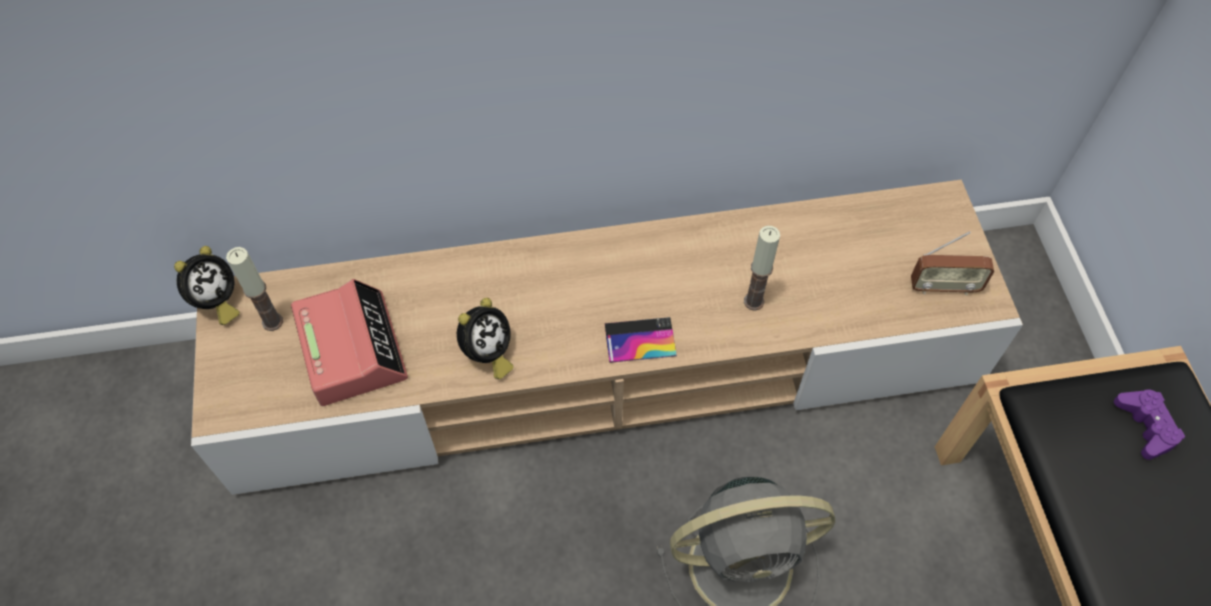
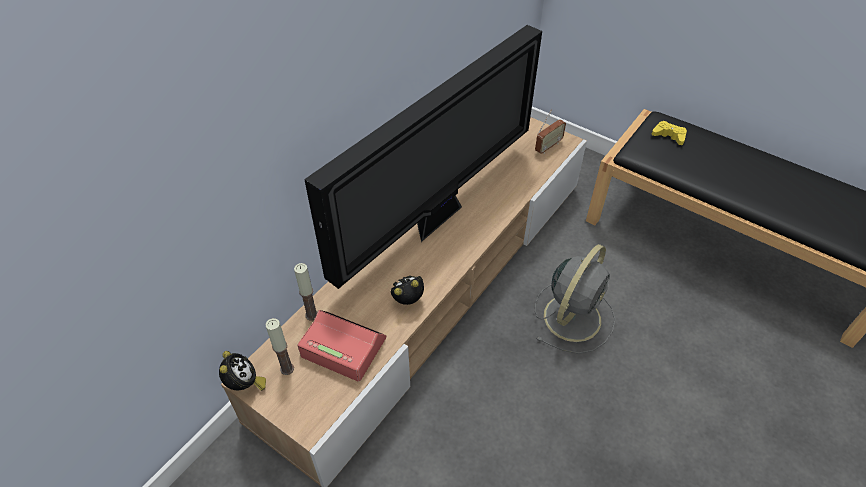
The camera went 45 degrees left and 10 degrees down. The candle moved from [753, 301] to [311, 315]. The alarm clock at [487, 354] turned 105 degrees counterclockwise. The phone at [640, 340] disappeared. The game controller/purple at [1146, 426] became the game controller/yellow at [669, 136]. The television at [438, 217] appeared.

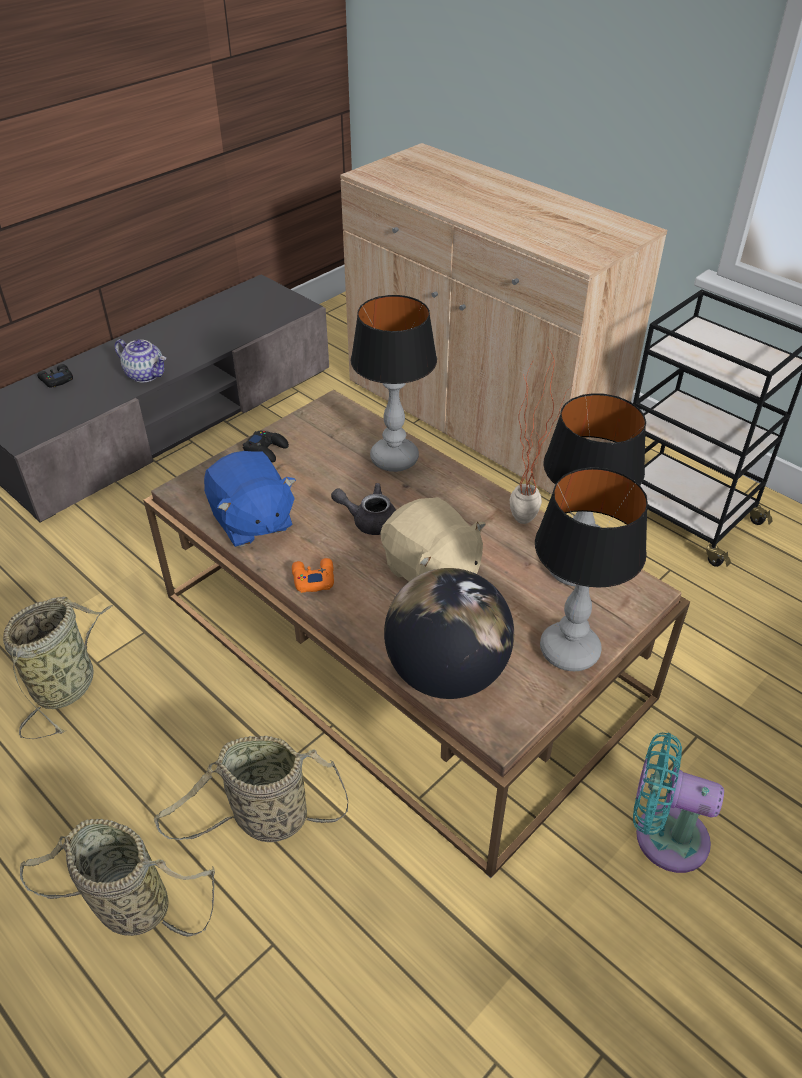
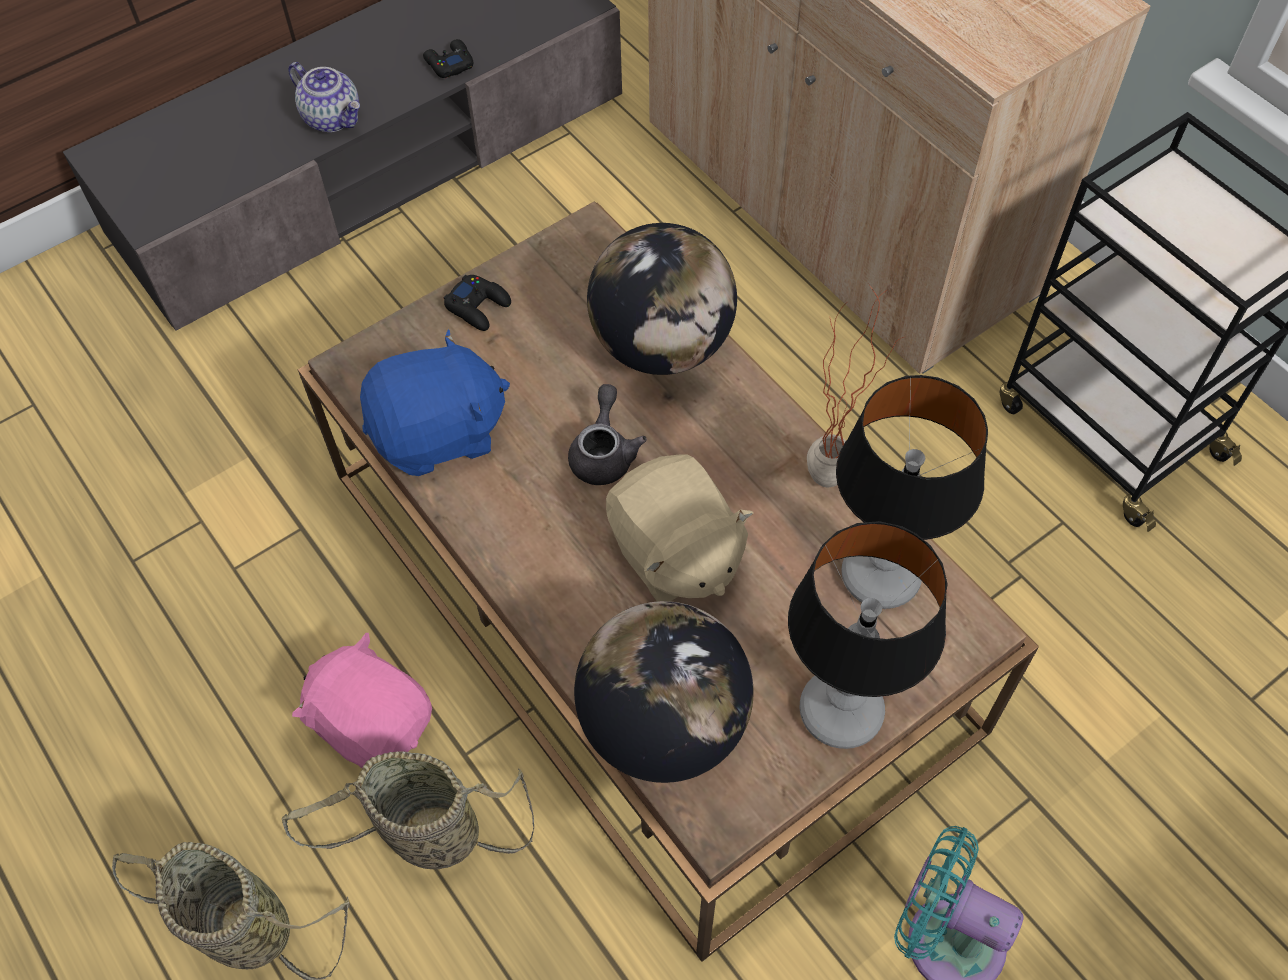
The camera went 10 degrees right and 15 degrees up. The table lamp at [395, 459] was replaced by the globe at [662, 345]. The game controller/black moved from [56, 380] to [449, 63]. The plush toy/blue at [251, 522] turned 90 degrees counterclockwise. The teapot/grey at [369, 520] turned 75 degrees clockwise. The game controller/orange at [313, 578] disappeared. The basket at [67, 684] disappeared. The plush toy/pink at [373, 722] appeared.

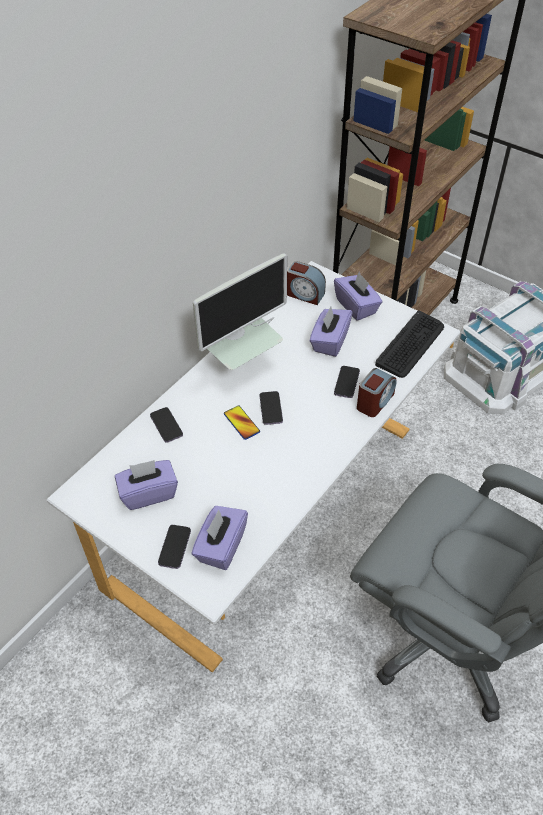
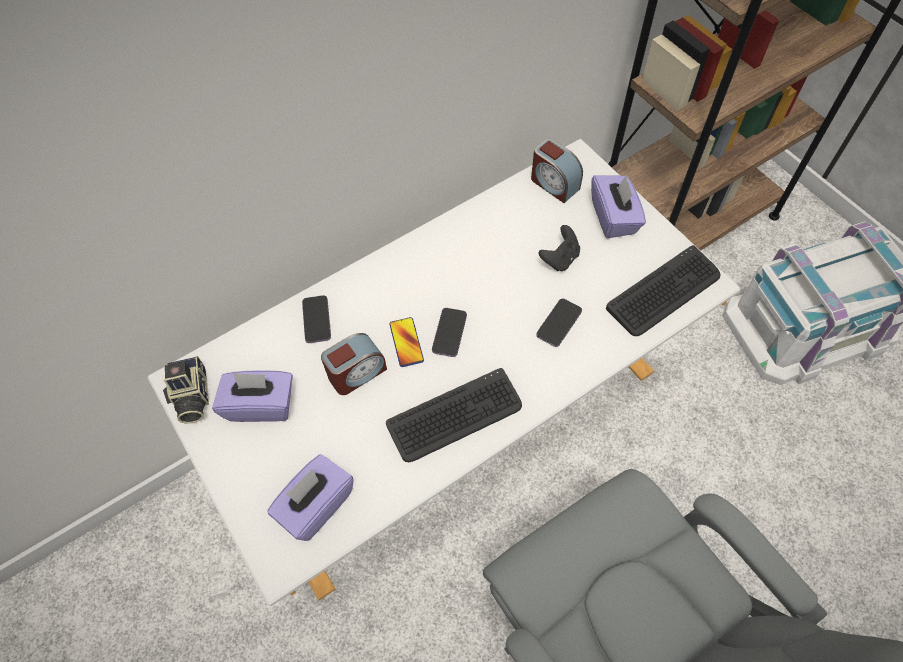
The camera went 20 degrees right and 10 degrees up. The monitor at [241, 363] disappeared. The tissue box/purple at [329, 341] was replaced by the game controller/black at [560, 259]. The alarm clock moved from [375, 401] to [357, 373]. The phone at [174, 547] disappeared. The photo camera at [191, 397] appeared. The keyboard at [455, 416] appeared.

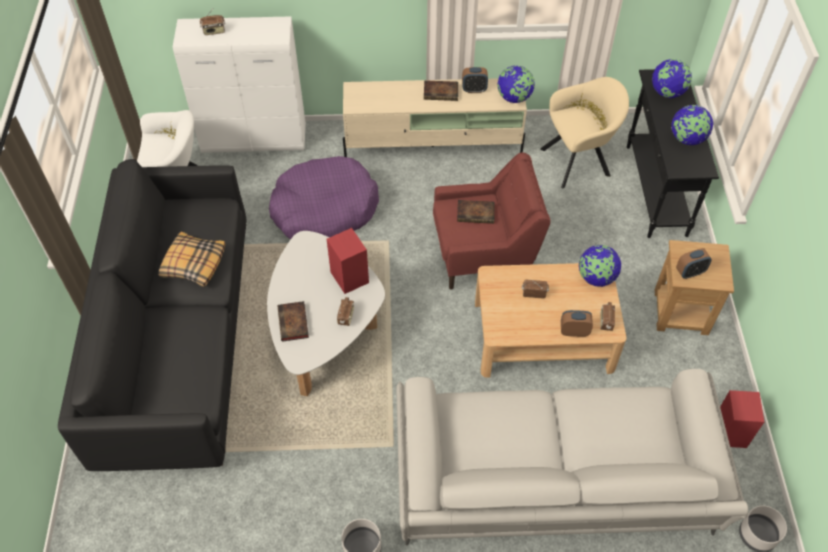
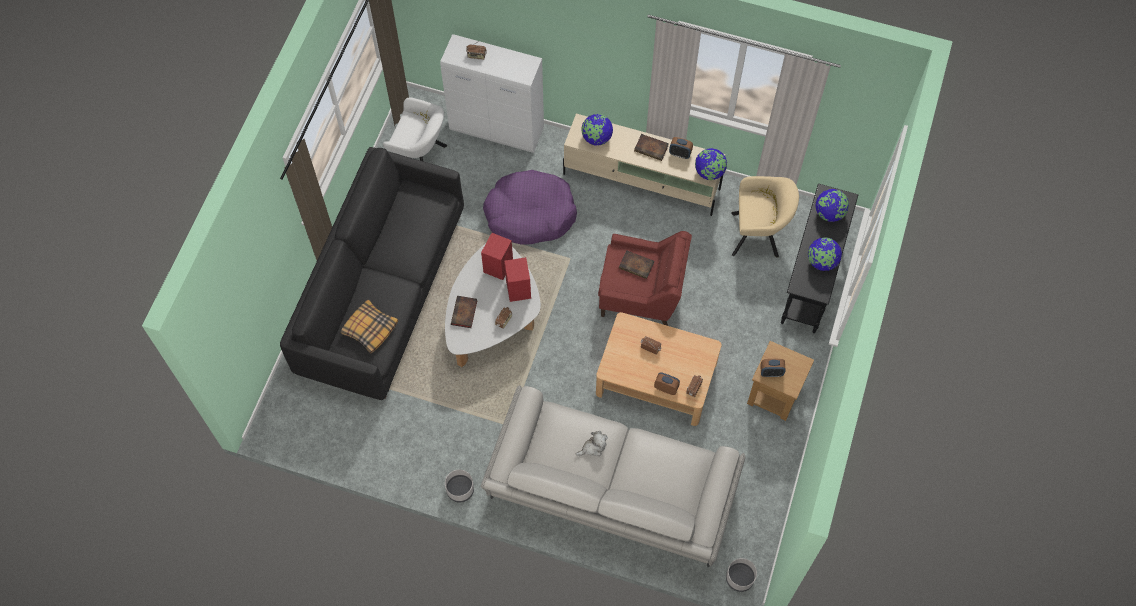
The camera went 20 degrees right and 10 degrees up. The pillow moved from [193, 264] to [369, 329]. The globe moved from [596, 278] to [596, 138]. The speaker/red moved from [730, 431] to [498, 265]. The plush toy at [593, 447] appeared.

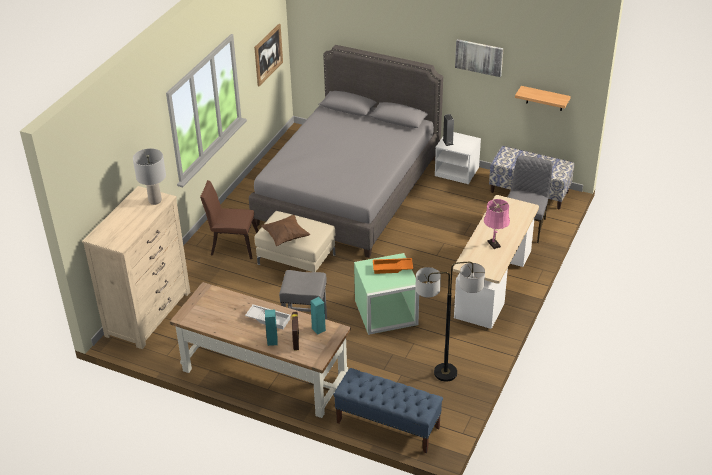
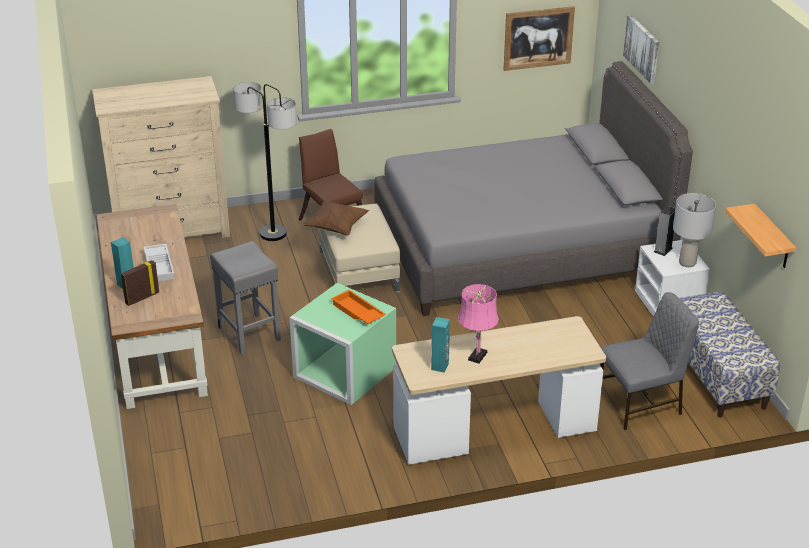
The camera went 50 degrees right and 5 degrees down. The picture moved from [479, 57] to [642, 48]. The table lamp/grey moved from [155, 200] to [687, 262]. The floor lamp moved from [445, 373] to [273, 233]. The speaker/turquoise moved from [318, 329] to [440, 366]. The bench/blue at [387, 425] disappeared.

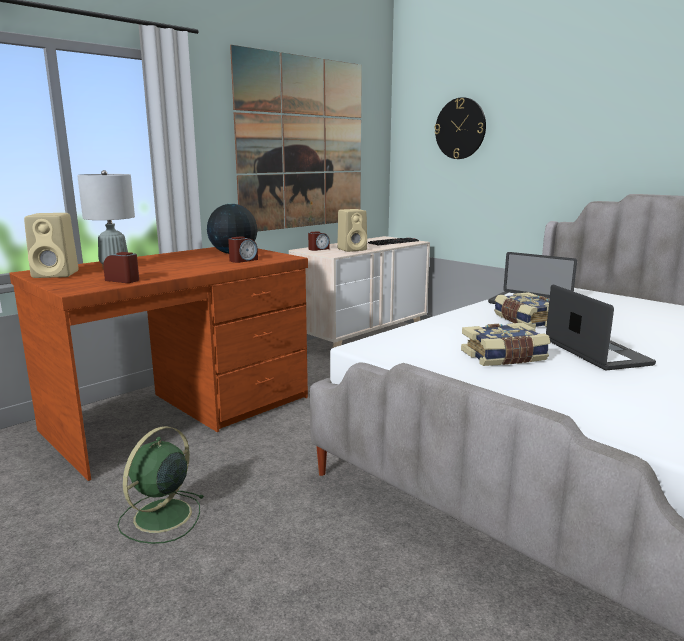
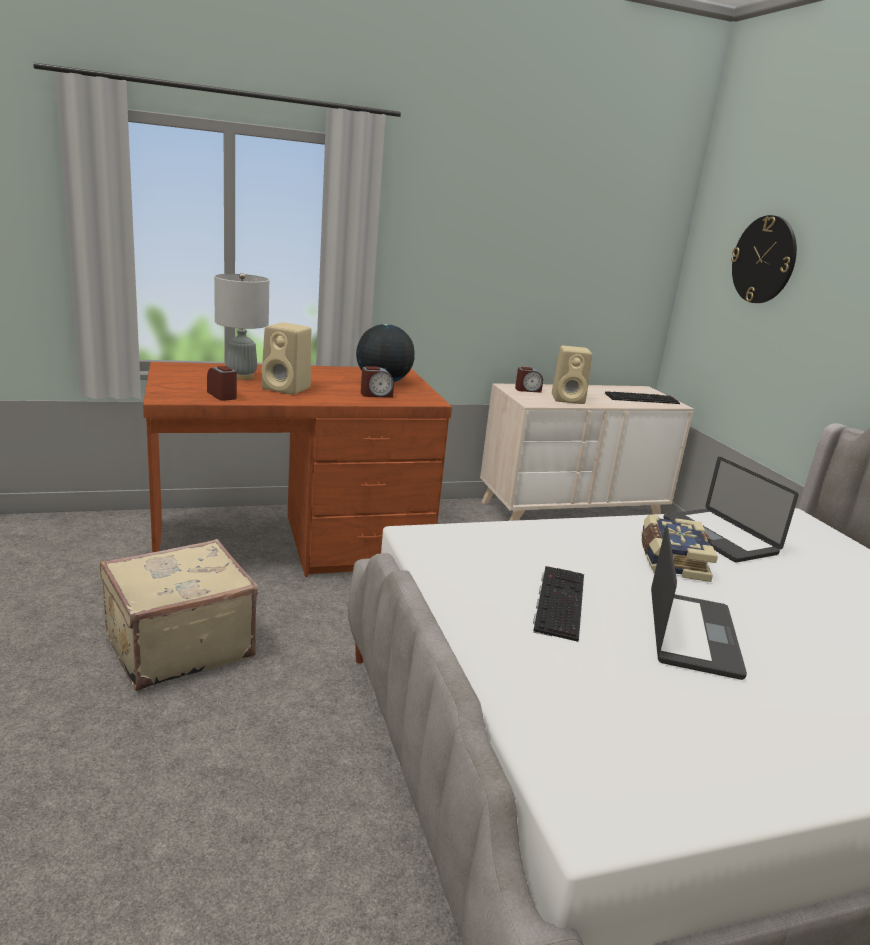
The camera went 25 degrees right and 5 degrees up. The picture at [302, 144] disappeared. The speaker/beige moved from [57, 274] to [288, 389]. The book at [504, 357] was replaced by the keyboard at [558, 601]. The fan/green at [161, 517] was replaced by the suitcase/beige at [178, 646].

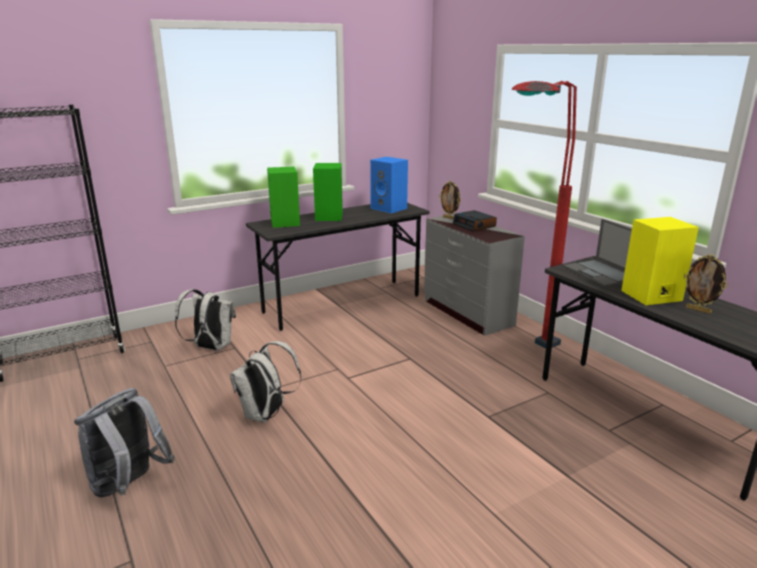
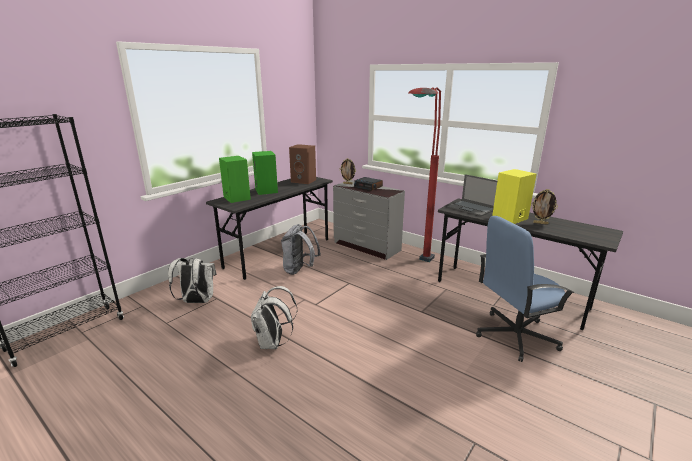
The camera went 20 degrees left and 0 degrees up. The speaker/blue at [390, 208] became the speaker/brown at [304, 181]. The backpack/grey moved from [129, 485] to [299, 270]. The office chair/blue at [514, 336] appeared.

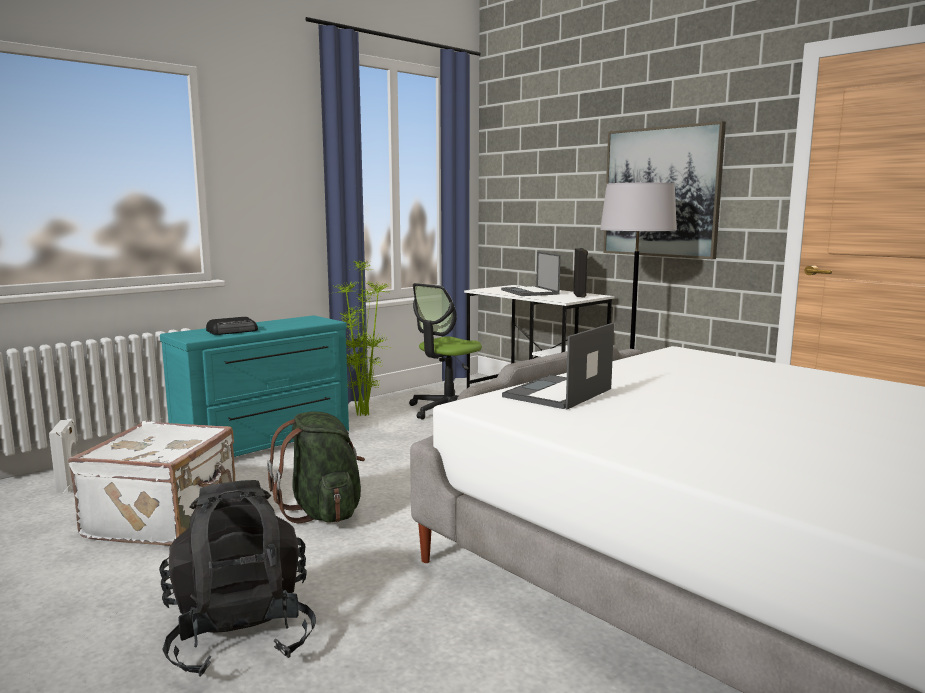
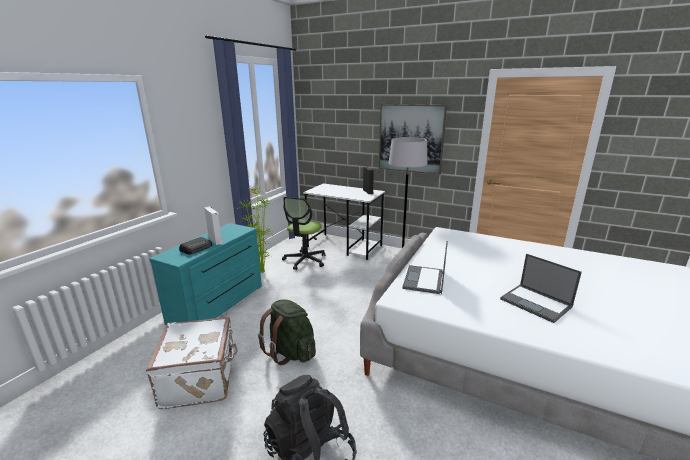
The camera went 20 degrees left and 10 degrees up. The laptop moved from [530, 292] to [536, 303]. The speaker/white moved from [69, 484] to [216, 240].

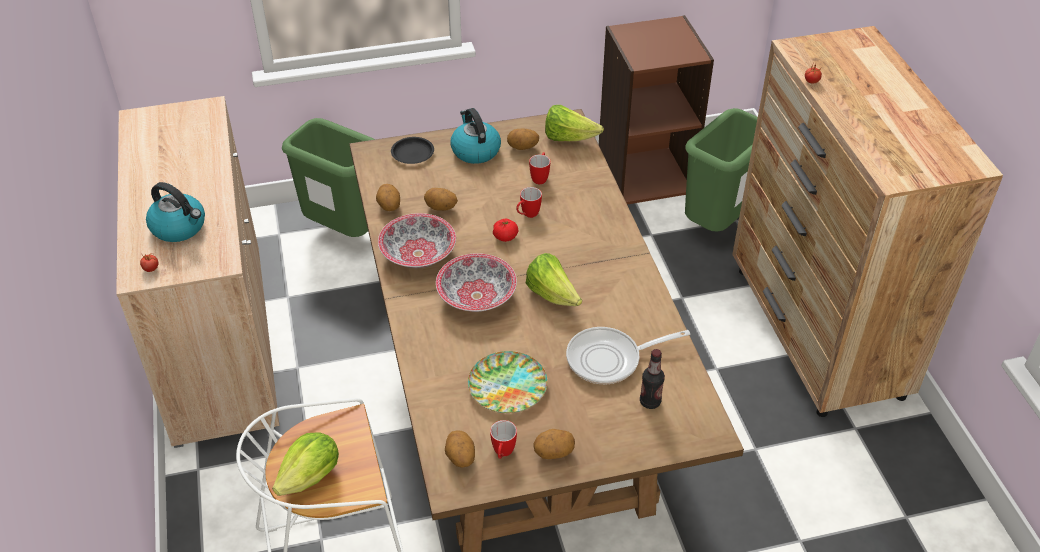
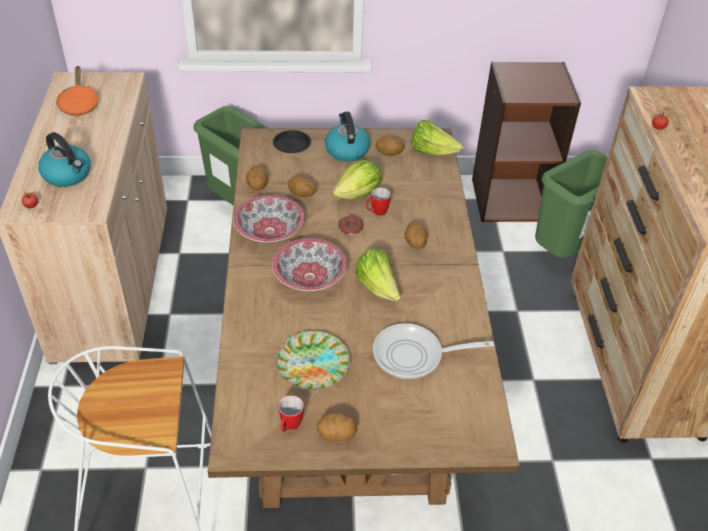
The camera went 10 degrees right and 0 degrees up. The mug at [540, 177] disappeared. The tomato at [505, 237] was replaced by the donut at [351, 228]. The bottle at [650, 402] disappeared. The potato moved from [460, 458] to [414, 243]. The lettuce moved from [311, 477] to [358, 194]. The frying pan/orange at [79, 103] appeared.

